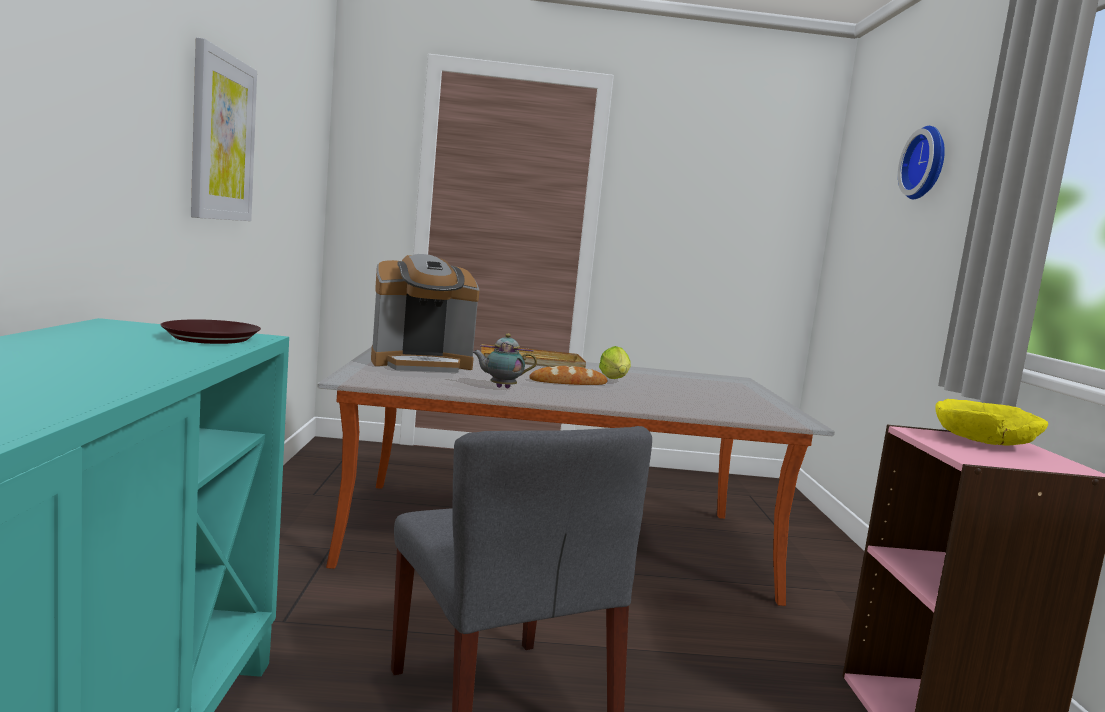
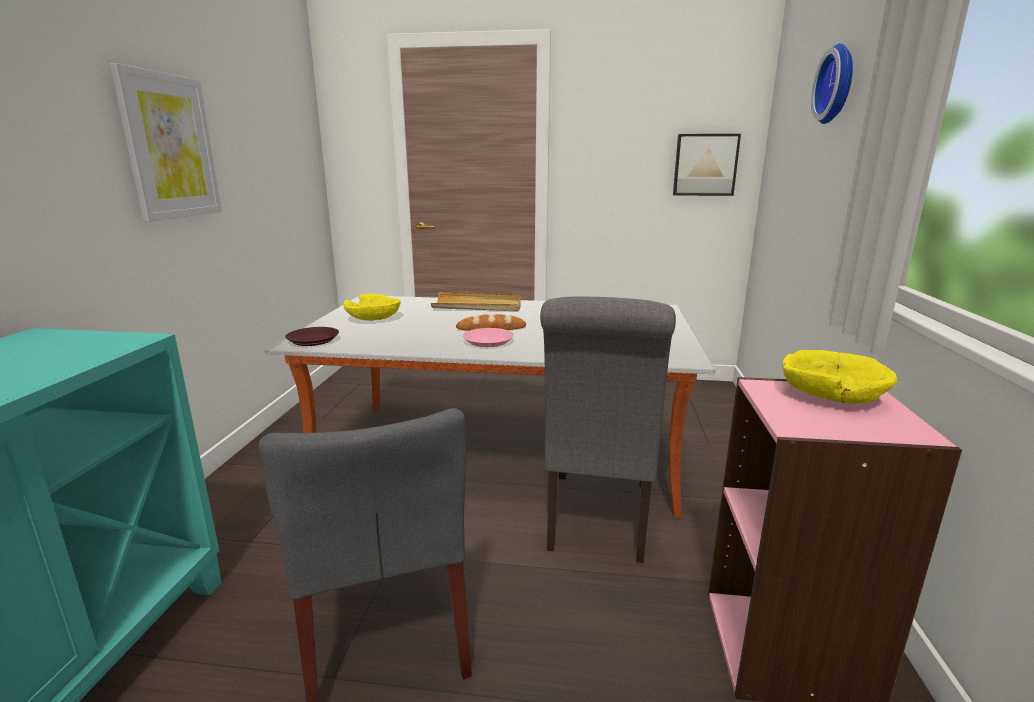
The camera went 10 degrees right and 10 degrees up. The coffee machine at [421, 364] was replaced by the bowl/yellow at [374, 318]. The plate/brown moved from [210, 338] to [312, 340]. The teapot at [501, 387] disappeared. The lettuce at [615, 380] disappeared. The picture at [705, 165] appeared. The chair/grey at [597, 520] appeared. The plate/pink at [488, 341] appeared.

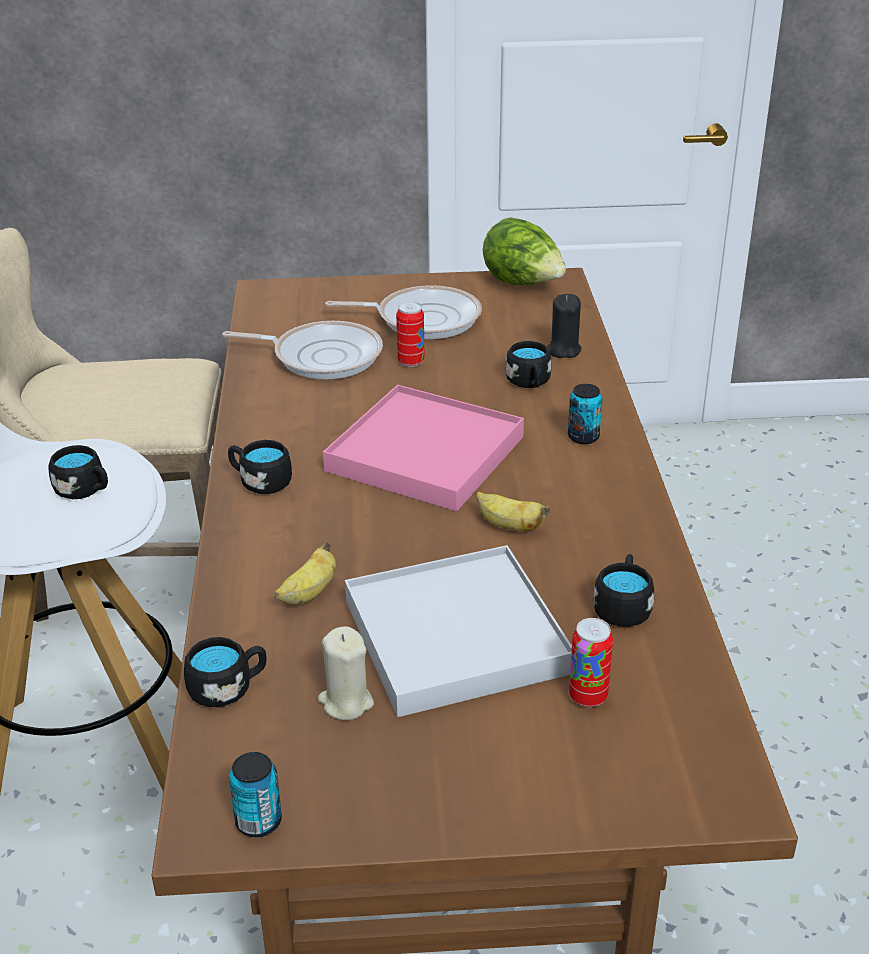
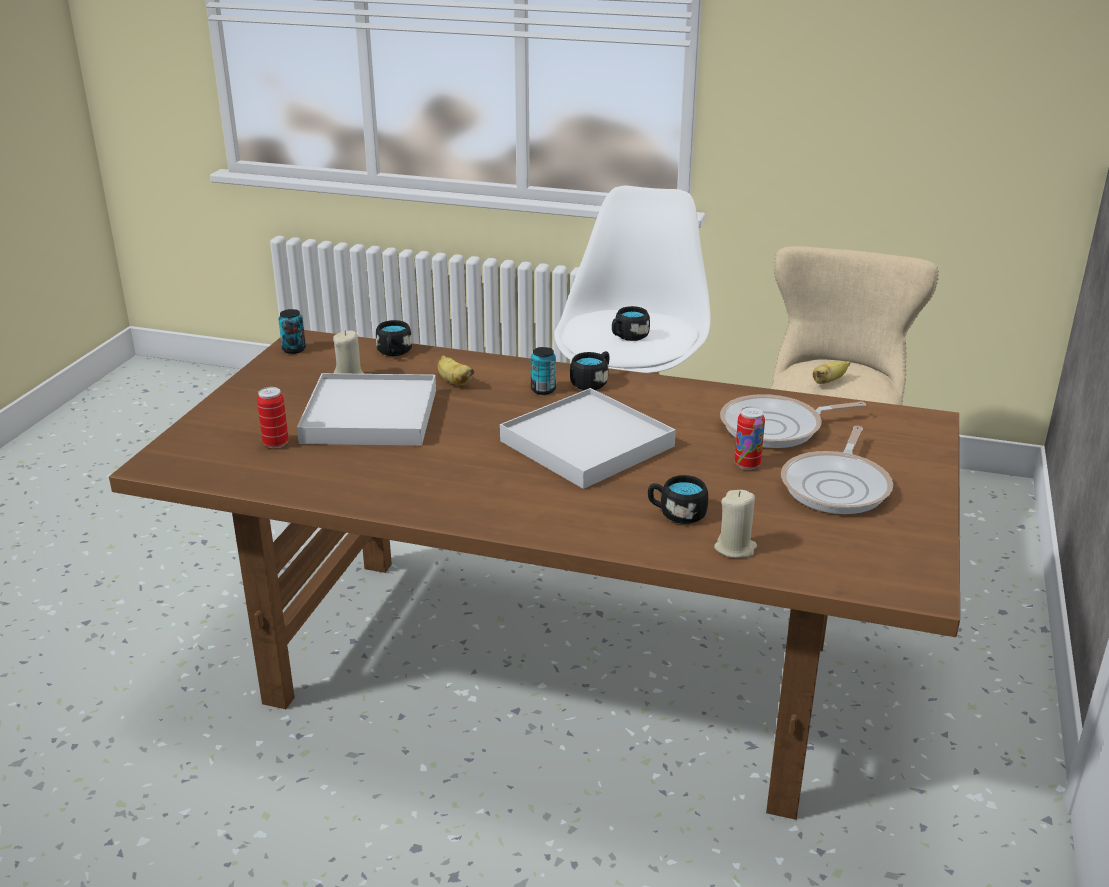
The camera went 110 degrees right and 5 degrees down. The lettuce at [523, 284] disappeared. The candle/black at [563, 350] became the candle/beige at [735, 548]. The frying pan at [321, 356] turned 45 degrees clockwise. The can moved from [583, 437] to [543, 390]. The tray/pink at [425, 454] became the tray/white at [586, 444]. The banana moved from [508, 526] to [828, 381]. The mug/black at [623, 606] disappeared.

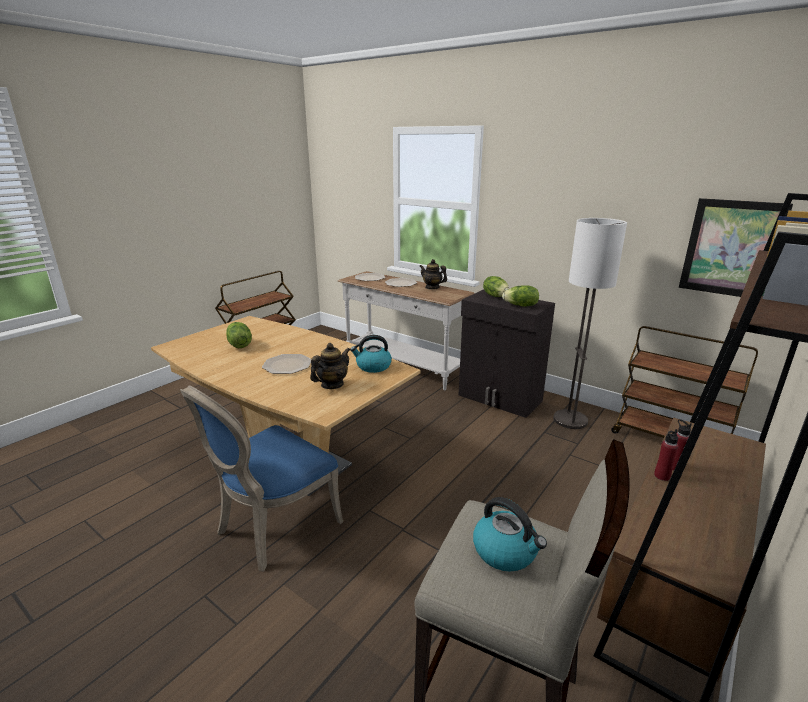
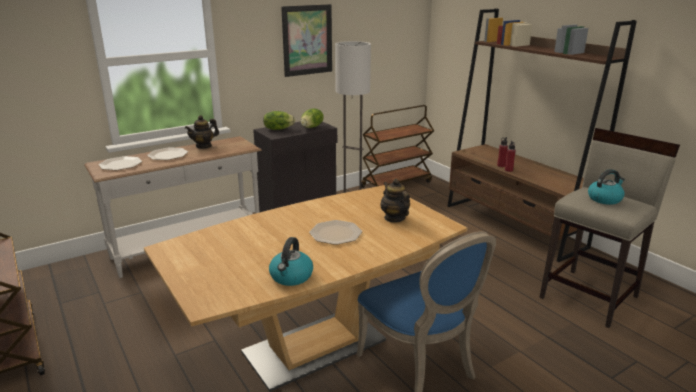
The camera went 70 degrees left and 0 degrees up. The picture moved from [731, 248] to [307, 40]. The lettuce at [239, 345] disappeared. The kettle moved from [373, 366] to [291, 277].

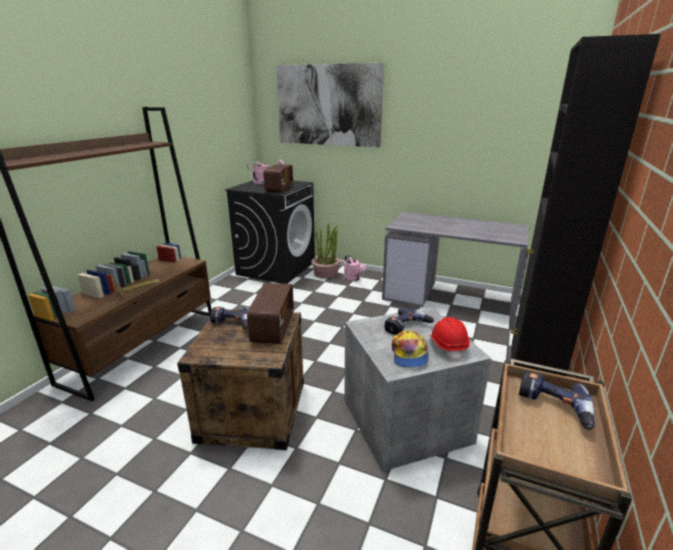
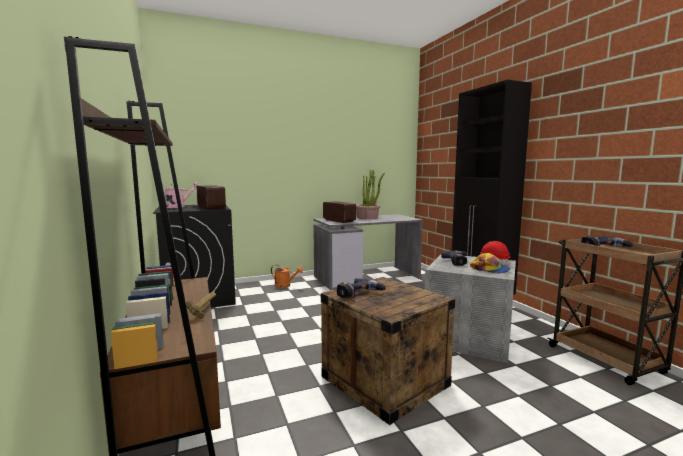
The camera went 45 degrees left and 15 degrees down. The picture at [328, 105] disappeared. The potted plant moved from [326, 273] to [367, 217]. The watering can/pink at [353, 279] became the watering can/orange at [285, 285]. The radio moved from [273, 328] to [339, 220].

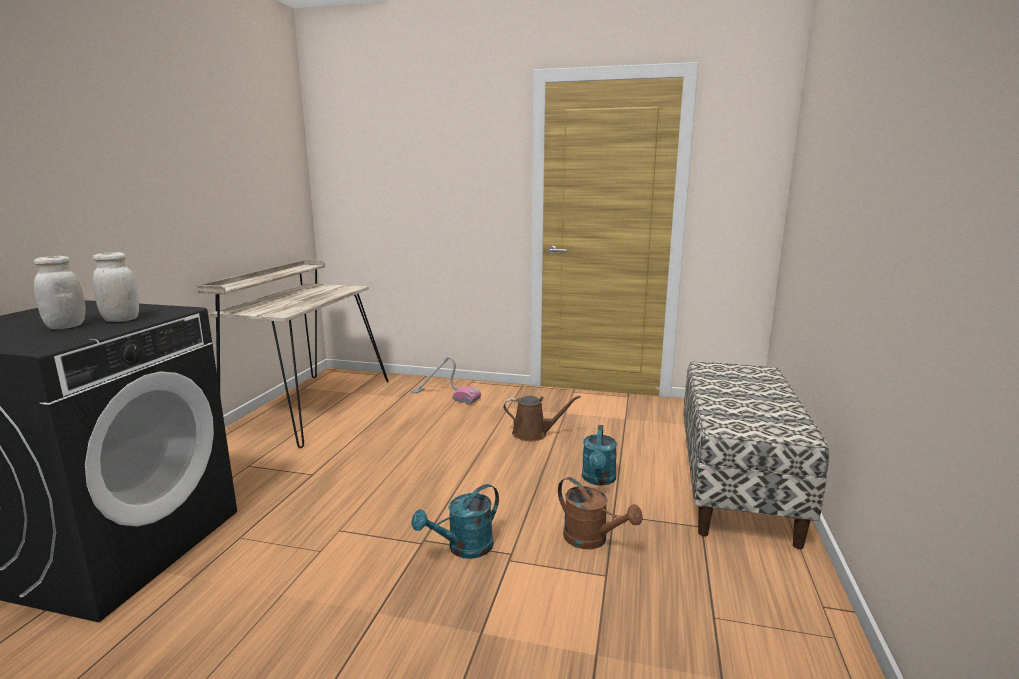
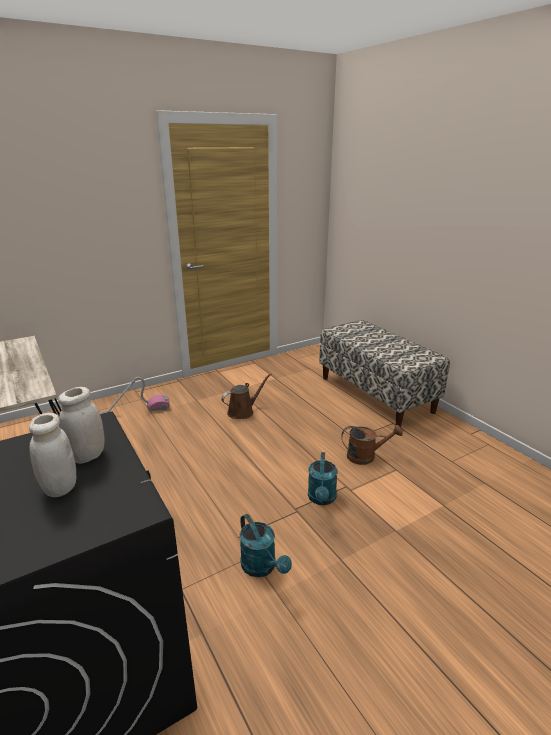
The camera went 45 degrees left and 10 degrees up. The watering can/turquoise moved from [598, 480] to [262, 567].

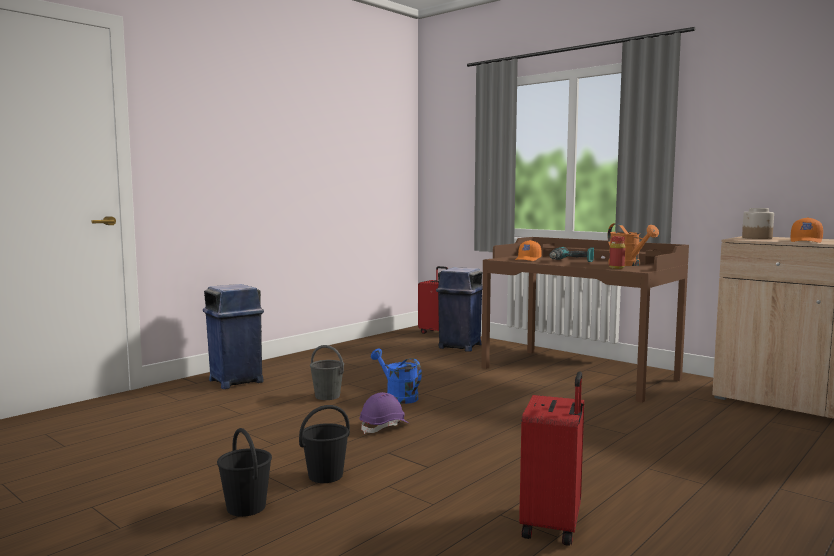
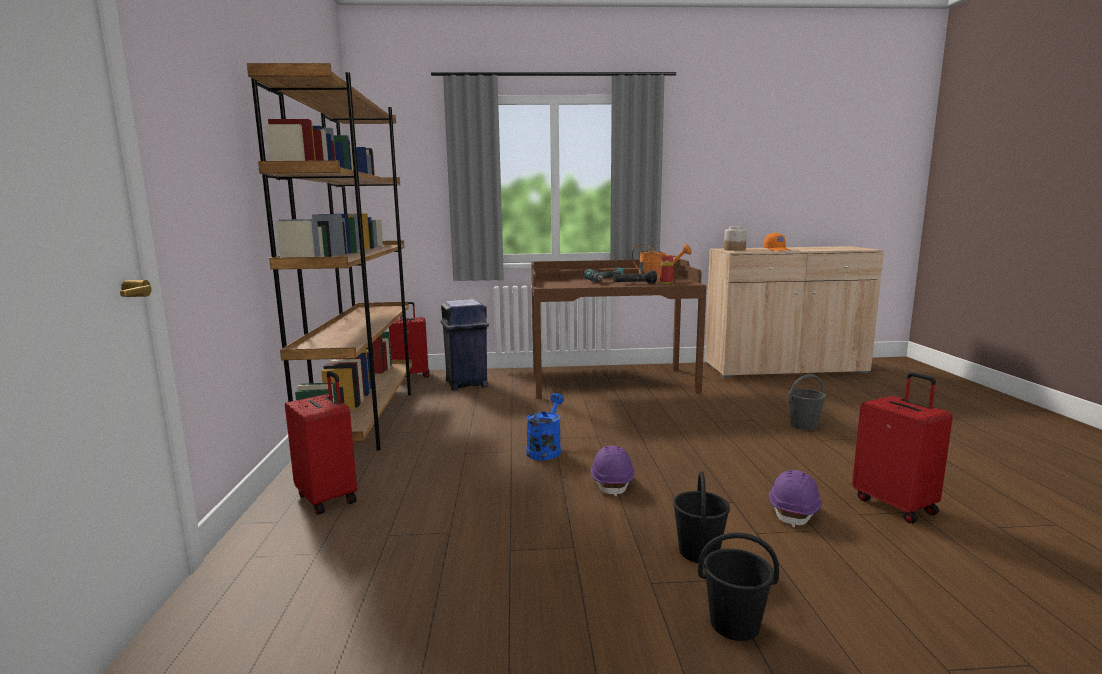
The camera went 45 degrees left and 5 degrees up. The cap/orange at [528, 259] disappeared. The trash can/blue at [236, 381] was replaced by the suitcase/red at [328, 498]. The bucket/grey moved from [328, 396] to [804, 425]. The watering can/blue at [397, 397] turned 105 degrees clockwise. The bookcase/brown at [364, 419] appeared. The flashlight/black at [634, 284] appeared. The hard hat/purple at [794, 511] appeared.

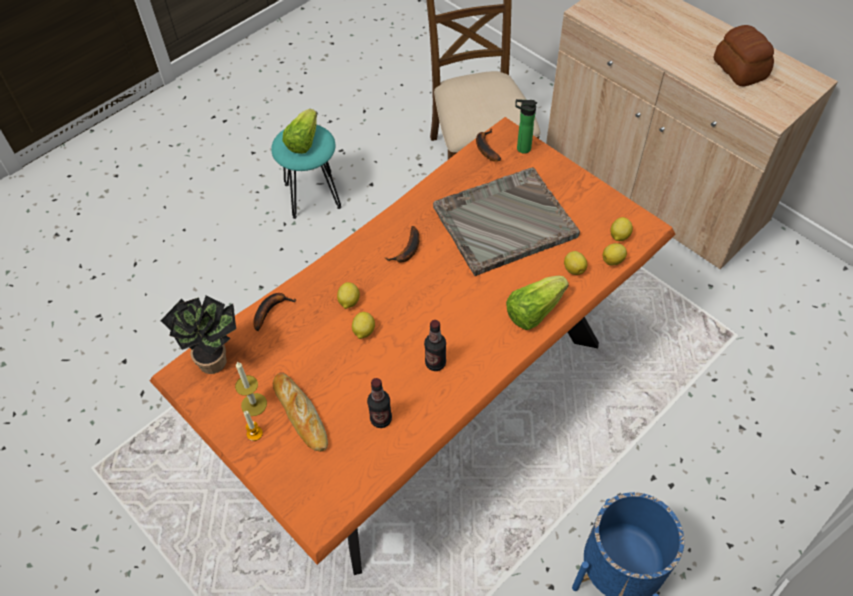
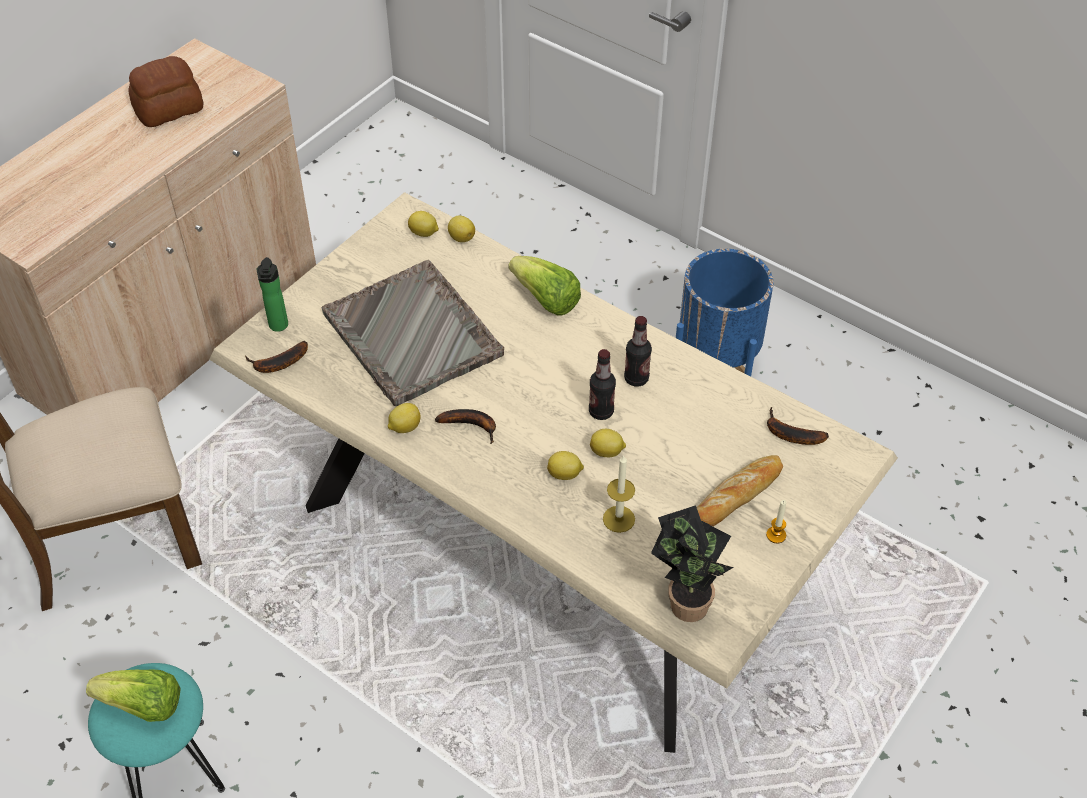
The camera went 100 degrees left and 5 degrees down. The dining table/orange at [429, 399] became the dining table/beige at [543, 549]. The lemon moved from [574, 269] to [404, 427]. The banana moved from [271, 310] to [789, 434]. The candle moved from [254, 404] to [619, 519]. The bottle moved from [381, 419] to [601, 412].

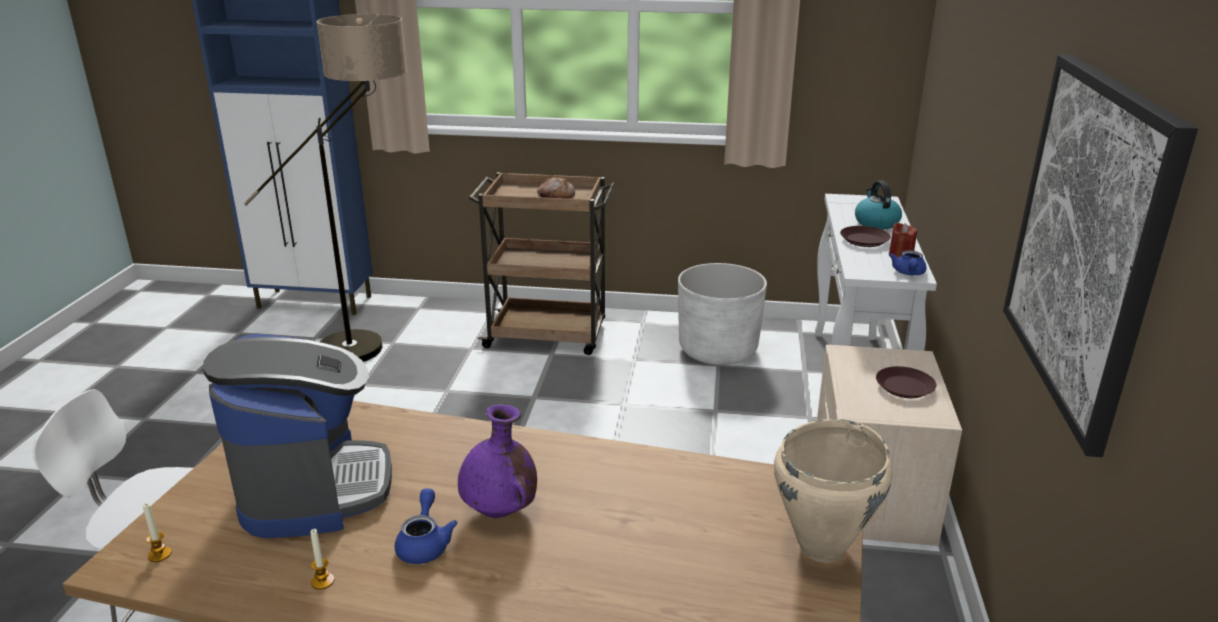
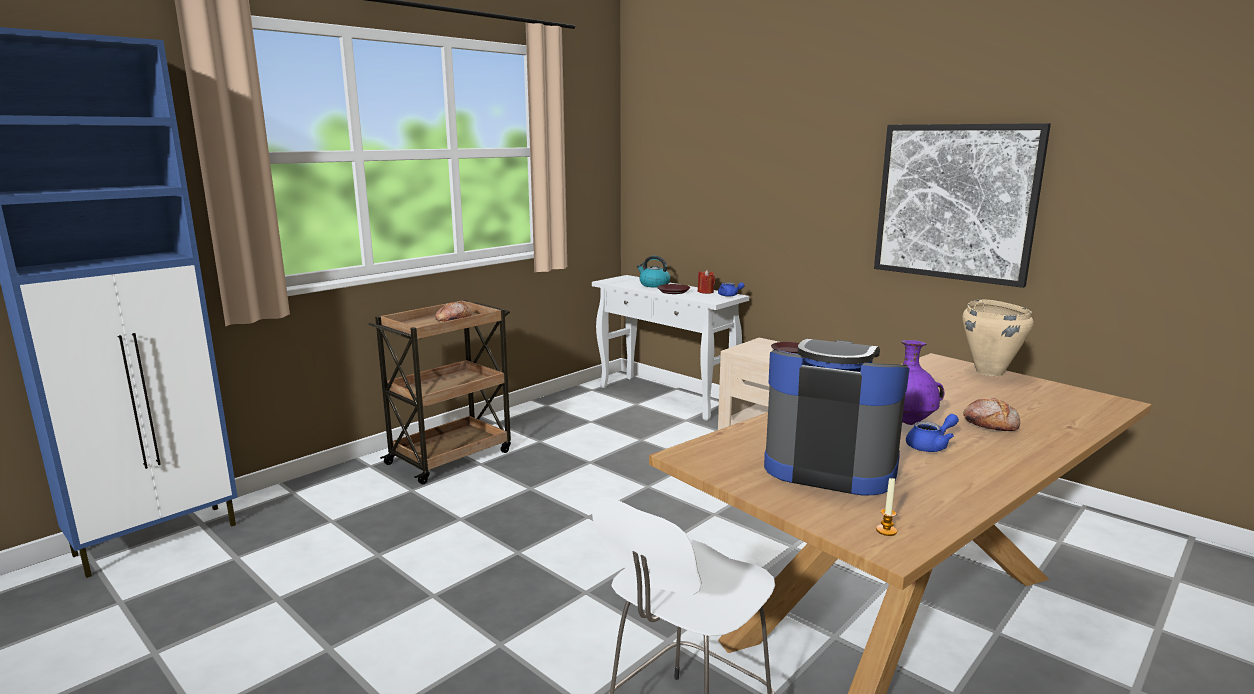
The camera went 55 degrees left and 10 degrees down. The floor lamp at [376, 344] disappeared. The planter/white at [718, 350] disappeared. The teapot/blue at [425, 544] turned 120 degrees clockwise. The candle at [322, 581] disappeared. The bread at [990, 424] appeared.

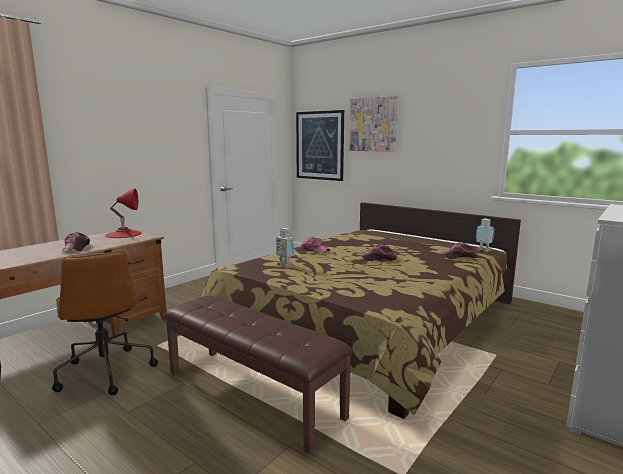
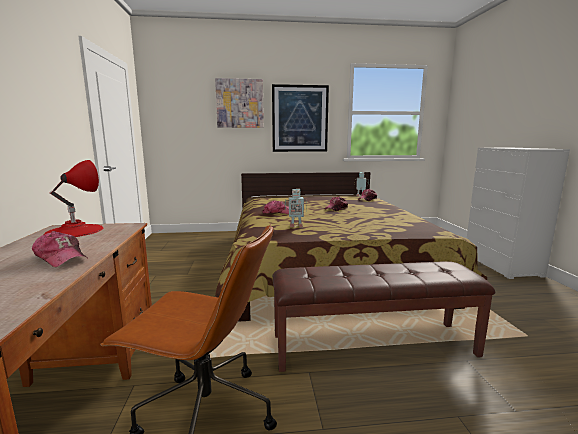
The camera went 45 degrees left and 0 degrees up. The picture moved from [319, 145] to [300, 119].

